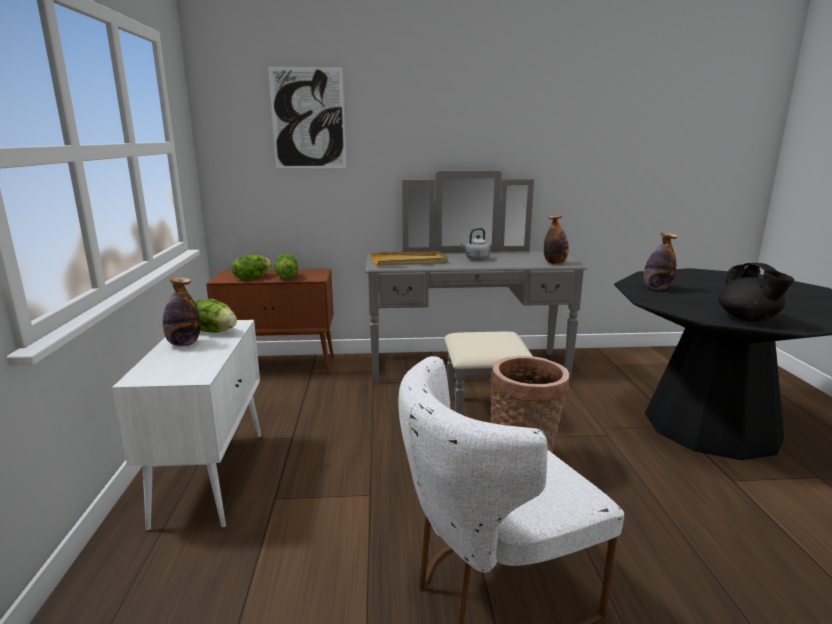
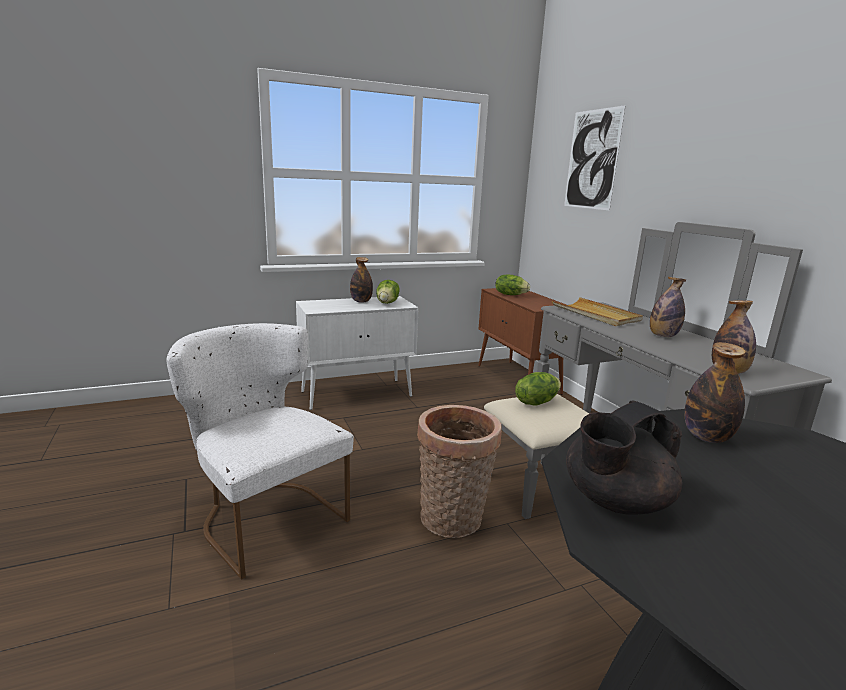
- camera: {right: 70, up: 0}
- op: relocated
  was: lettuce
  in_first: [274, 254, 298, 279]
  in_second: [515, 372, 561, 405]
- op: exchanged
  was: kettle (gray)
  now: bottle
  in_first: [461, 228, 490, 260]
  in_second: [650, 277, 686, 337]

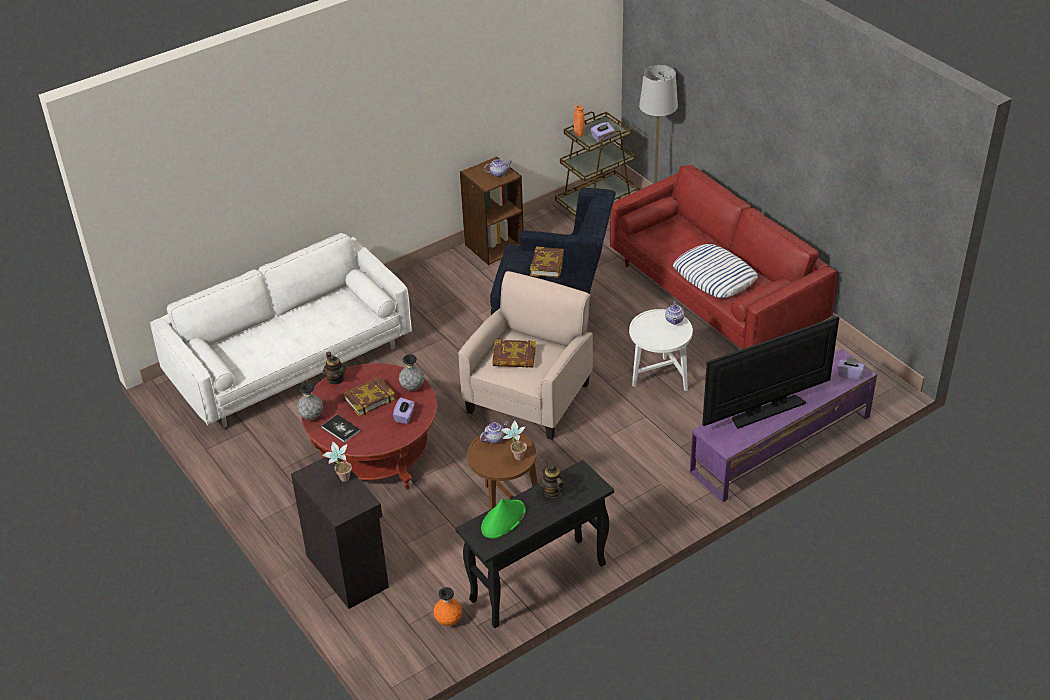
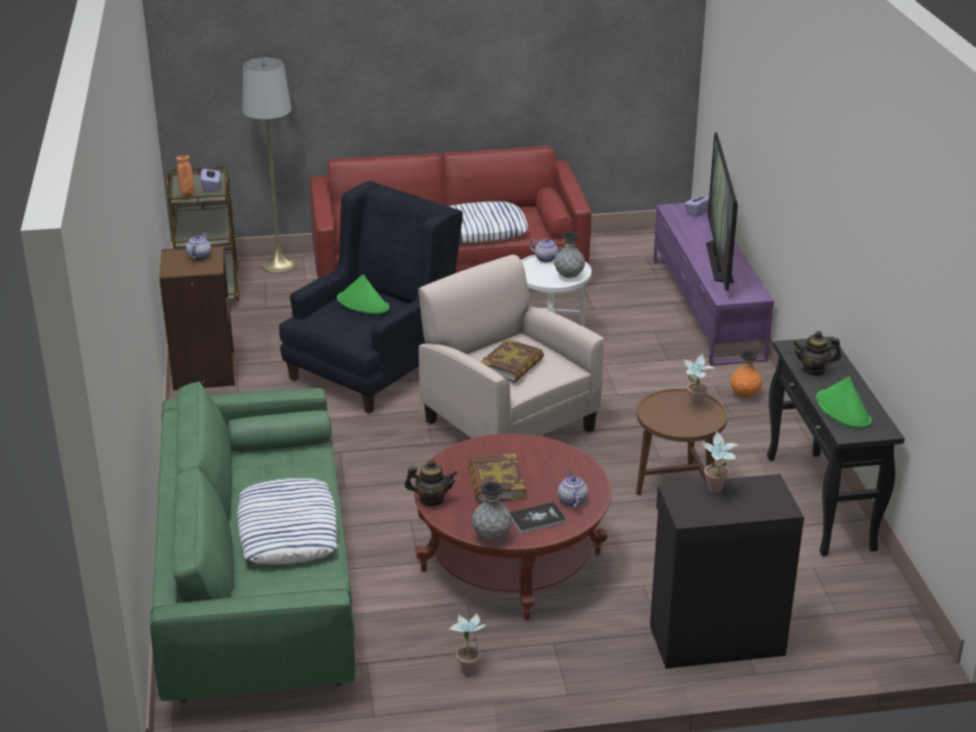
- camera: {right: -65, up: -10}
- op: colour
  was: couch (white-coloured)
  now: couch (green-coloured)
  in_first: [150, 233, 412, 427]
  in_second: [150, 381, 356, 703]
- op: appeared
  now: cushion
  in_second: [237, 478, 338, 565]
- op: exchanged
  was: volume
  now: wearable hat (green-coloured)
  in_first: [530, 246, 564, 278]
  in_second: [337, 274, 390, 314]
- op: appeared
  now: plant in a pot
  in_second: [449, 613, 487, 675]
- op: relocated
  was: vase (gray)
  in_first: [399, 354, 425, 391]
  in_second: [554, 231, 585, 278]
- op: relocated
  was: teapot
  in_first: [480, 421, 509, 444]
  in_second: [558, 470, 588, 508]
- op: relocated
  was: vase (orangey)
  in_first: [434, 587, 462, 626]
  in_second: [730, 351, 762, 398]
- op: missing
  was: tissue box (purple)
  in_first: [393, 398, 415, 424]

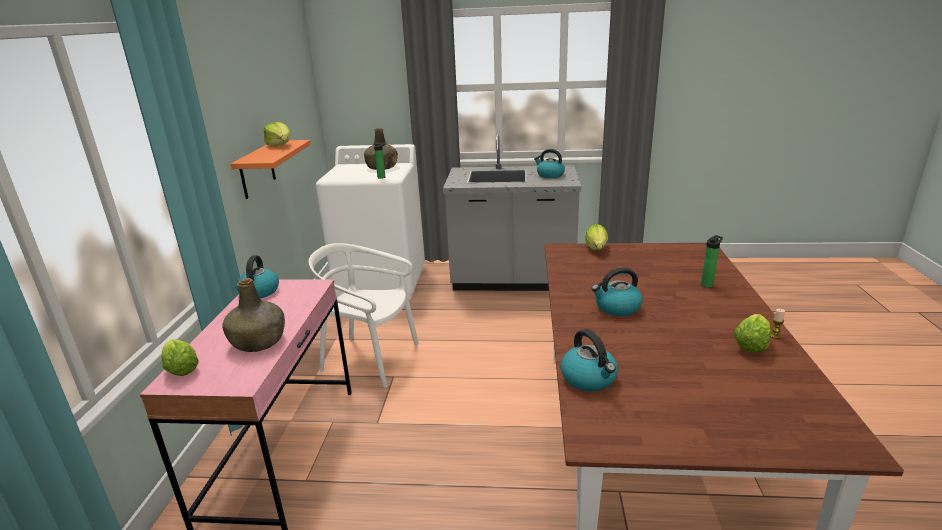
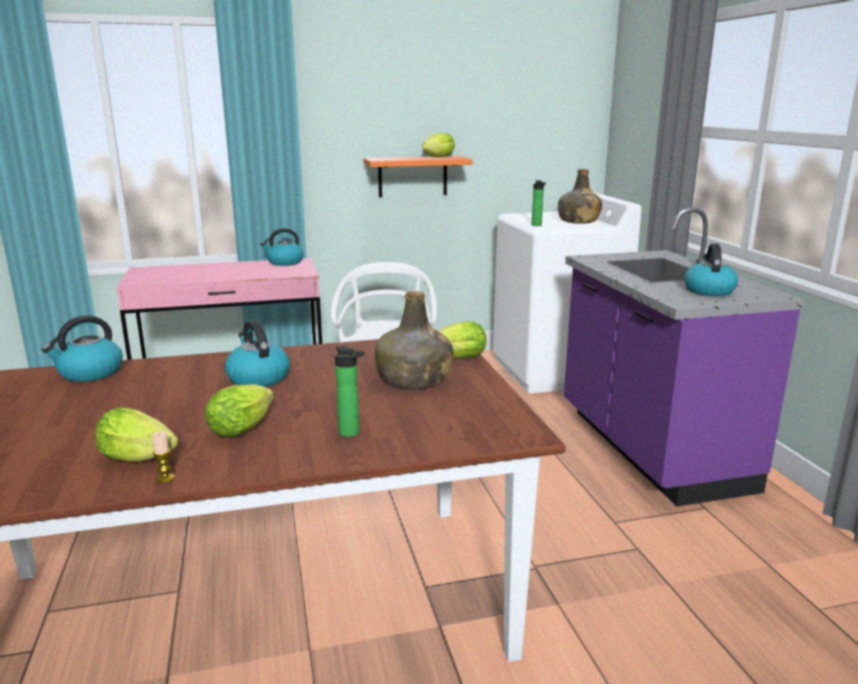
- camera: {right: 70, up: -5}
- op: relocated
  was: lettuce
  in_first: [161, 339, 199, 376]
  in_second: [205, 384, 274, 437]
- op: relocated
  was: bottle (green-coloured)
  in_first: [222, 278, 285, 352]
  in_second: [375, 291, 453, 390]
- op: colour
  was: kitchen base unit (gray)
  now: kitchen base unit (purple)
  in_first: [443, 135, 581, 291]
  in_second: [564, 208, 804, 506]

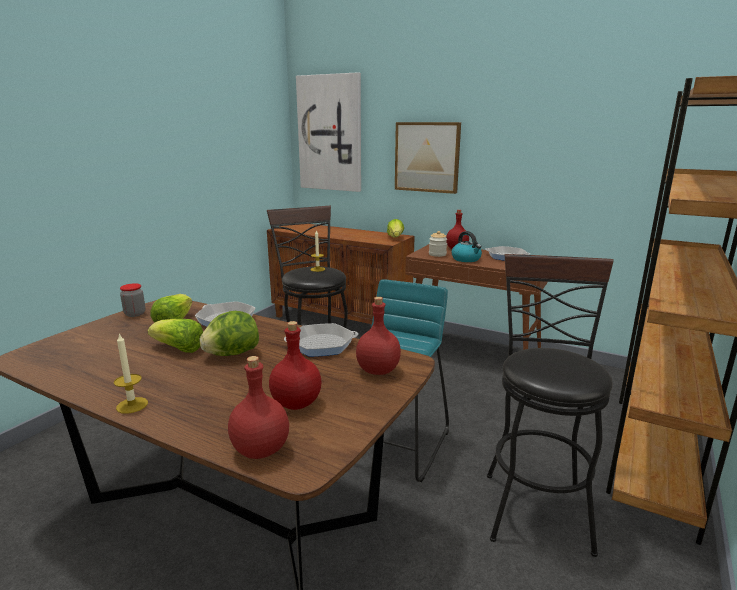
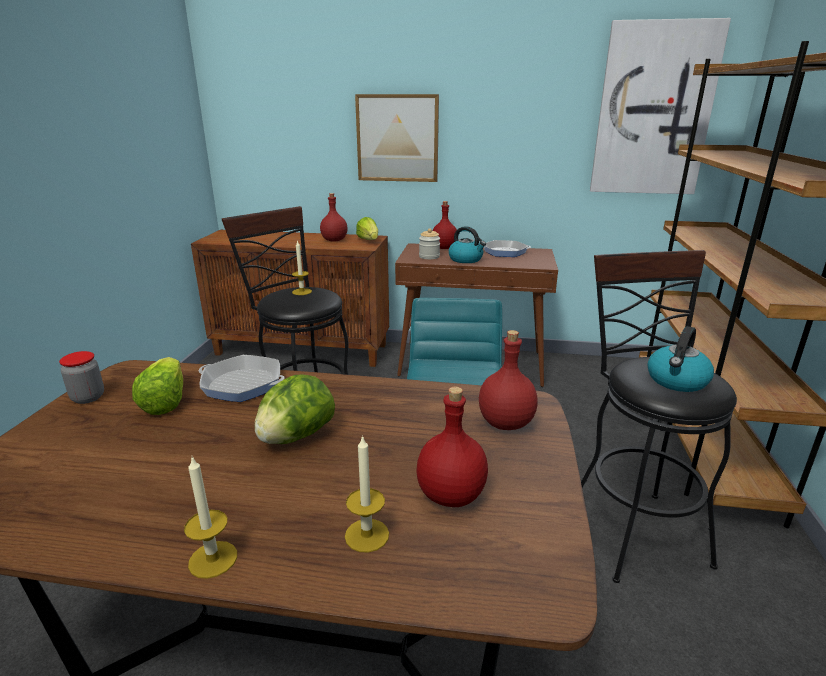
- camera: {right: -20, up: 5}
- op: relocated
  was: bottle (reddish)
  in_first: [228, 356, 289, 459]
  in_second: [320, 193, 347, 241]
- op: appeared
  now: wax candle
  in_second: [345, 435, 389, 553]
- op: relocated
  was: wall picture
  in_first: [296, 72, 361, 192]
  in_second: [590, 18, 731, 194]
- op: appeared
  now: kettle
  in_second: [647, 326, 714, 392]
- op: missing
  was: lettuce
  in_first: [148, 319, 203, 353]
- op: missing
  was: skillet
  in_first: [284, 323, 358, 357]

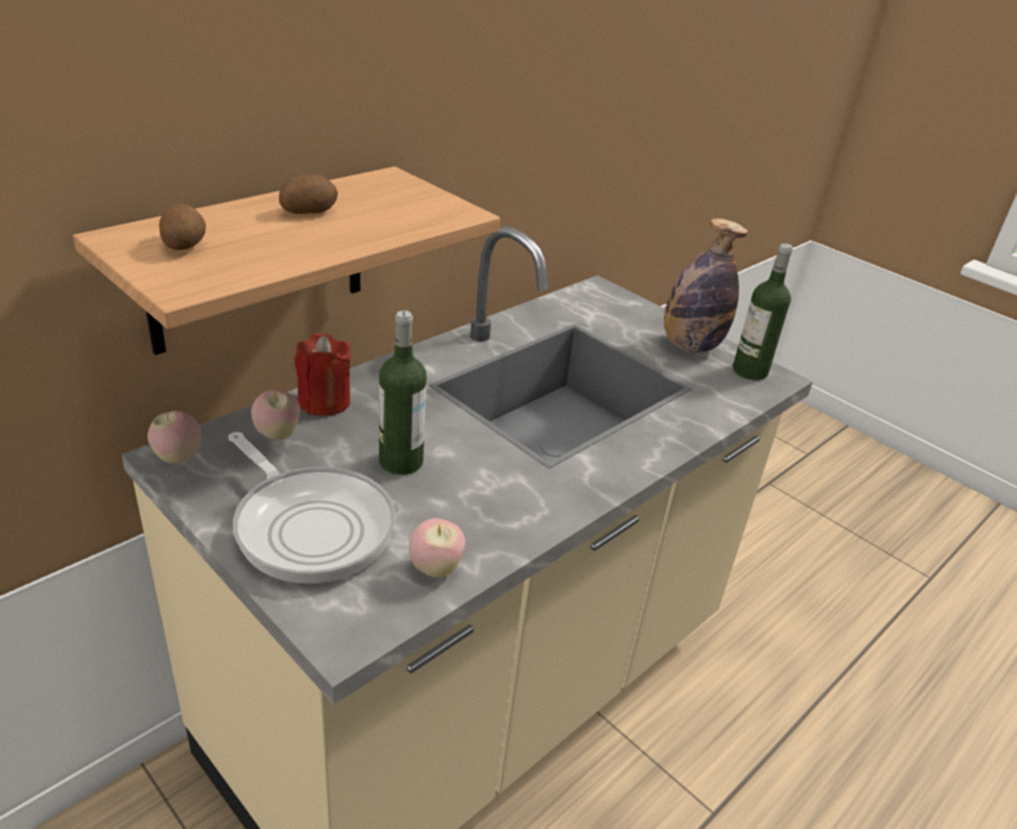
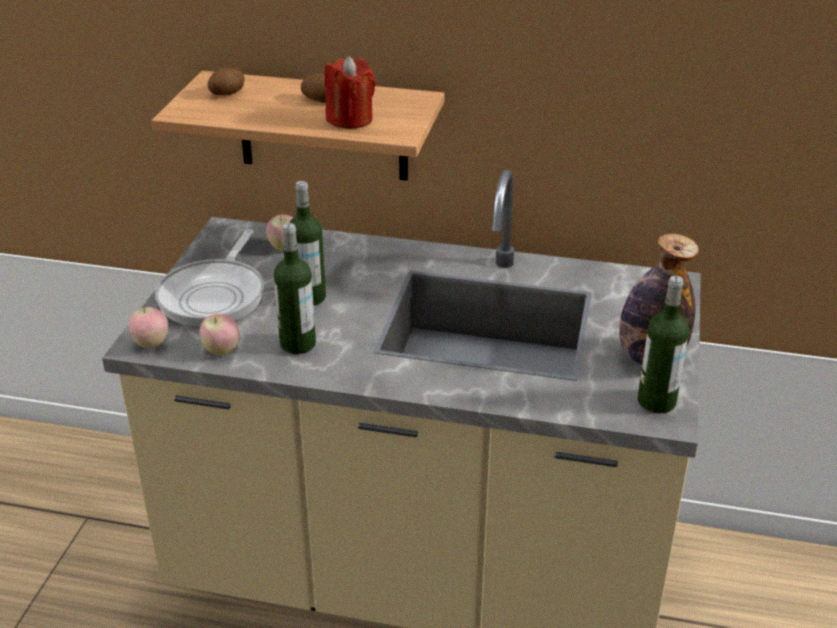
- camera: {right: 60, up: 0}
- op: relocated
  was: apple fruit
  in_first: [148, 411, 201, 463]
  in_second: [128, 306, 168, 348]
- op: appeared
  now: bottle
  in_second: [274, 223, 316, 354]
- op: relocated
  was: wax candle (reddish)
  in_first: [294, 333, 351, 416]
  in_second: [325, 56, 376, 129]

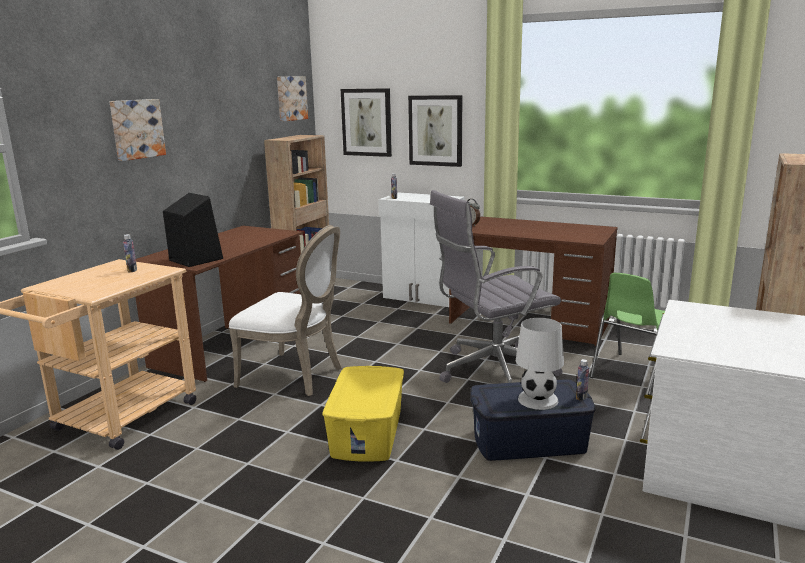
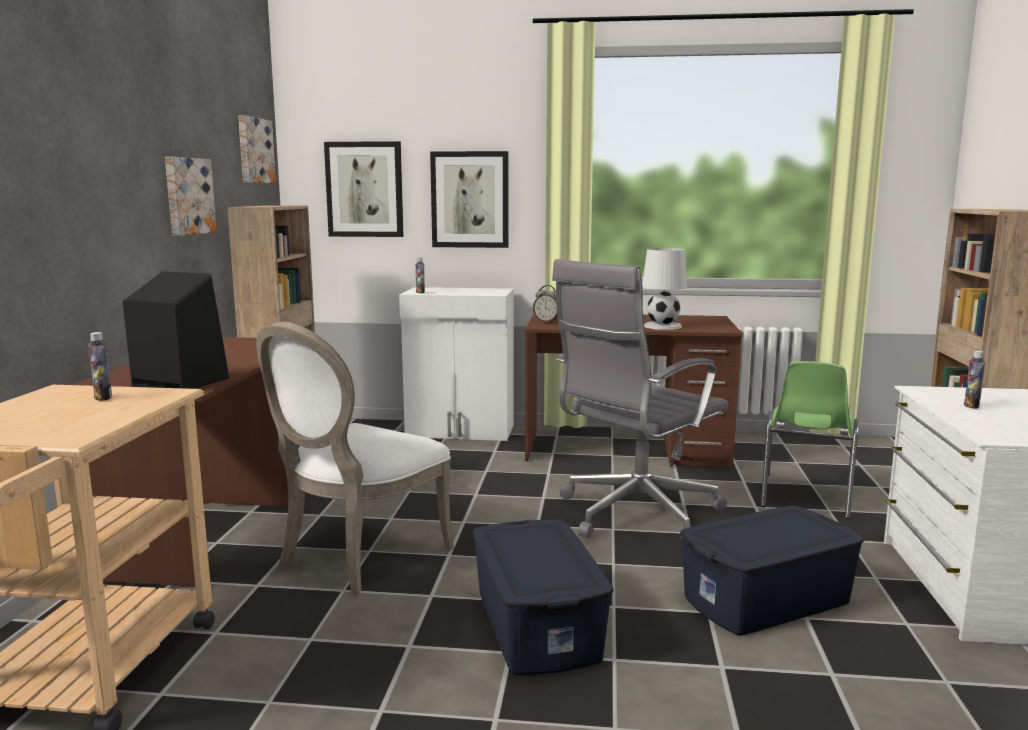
- camera: {right: -20, up: -5}
- op: relocated
  was: wall picture
  in_first: [109, 99, 166, 161]
  in_second: [165, 157, 217, 236]
- op: spun
  was: chair (white-coloured)
  in_first: [229, 225, 342, 396]
  in_second: [256, 322, 454, 596]
  clockwise: 120
- op: colour
  was: storage box (yellow)
  now: storage box (bluish)
  in_first: [322, 366, 404, 462]
  in_second: [472, 520, 614, 675]
- op: relocated
  was: lamp for a table (white-coloured)
  in_first: [516, 318, 564, 410]
  in_second: [642, 248, 687, 330]
- op: relocated
  was: bottle
  in_first: [576, 359, 589, 401]
  in_second: [964, 351, 985, 409]

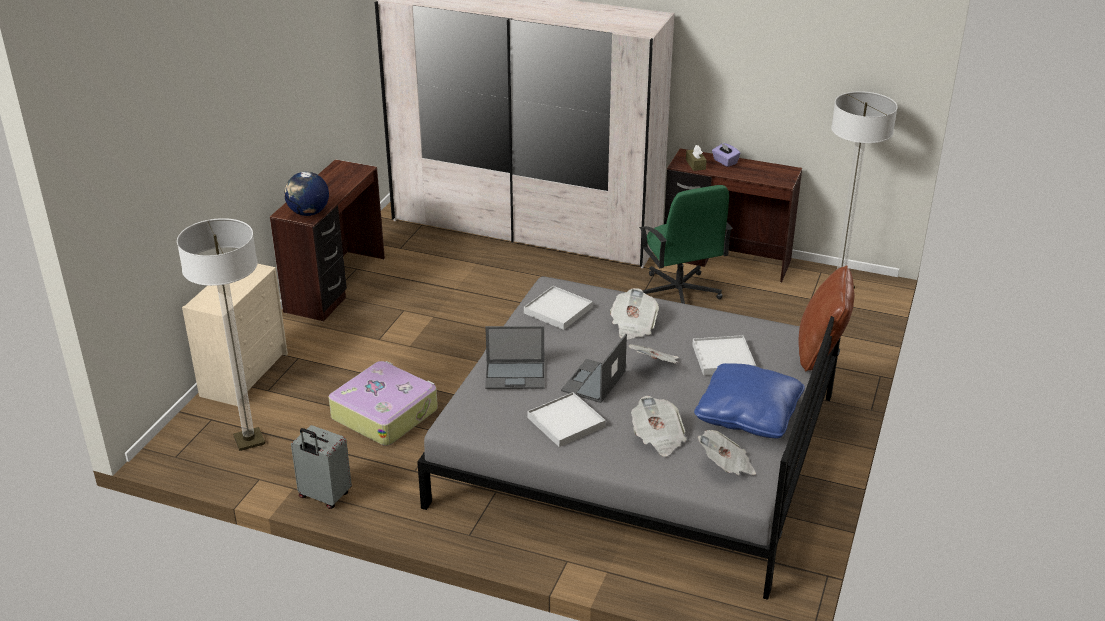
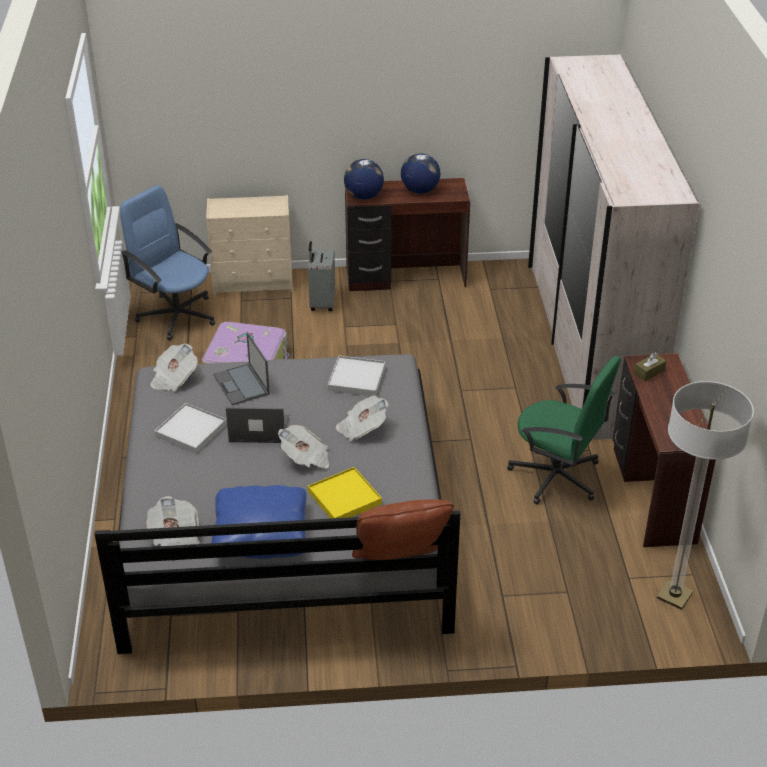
- camera: {right: 65, up: 5}
- op: exchanged
  was: floor lamp
  now: office chair (bluish)
  in_first: [177, 218, 265, 451]
  in_second: [120, 185, 215, 340]
- op: relocated
  was: printed paper
  in_first: [631, 396, 687, 457]
  in_second: [150, 344, 198, 391]
- op: relocated
  was: travel case (gray)
  in_first: [291, 425, 352, 509]
  in_second: [308, 241, 335, 311]
- op: colour
  was: tray (white-coloured)
  now: tray (yellow)
  in_first: [692, 335, 756, 375]
  in_second: [308, 467, 382, 519]
- op: appeared
  now: desk globe
  in_second: [401, 154, 440, 194]
- op: spun
  was: office chair (green-coloured)
  in_first: [639, 185, 733, 304]
  in_second: [507, 356, 621, 505]
  clockwise: -105
- op: missing
  was: tissue box (purple)
  in_first: [712, 142, 740, 167]

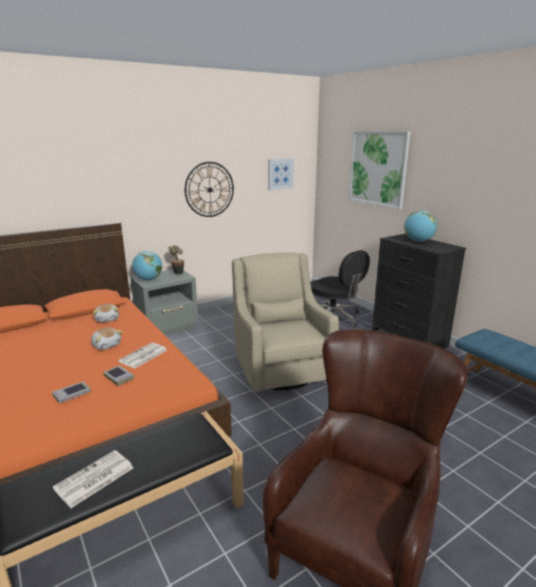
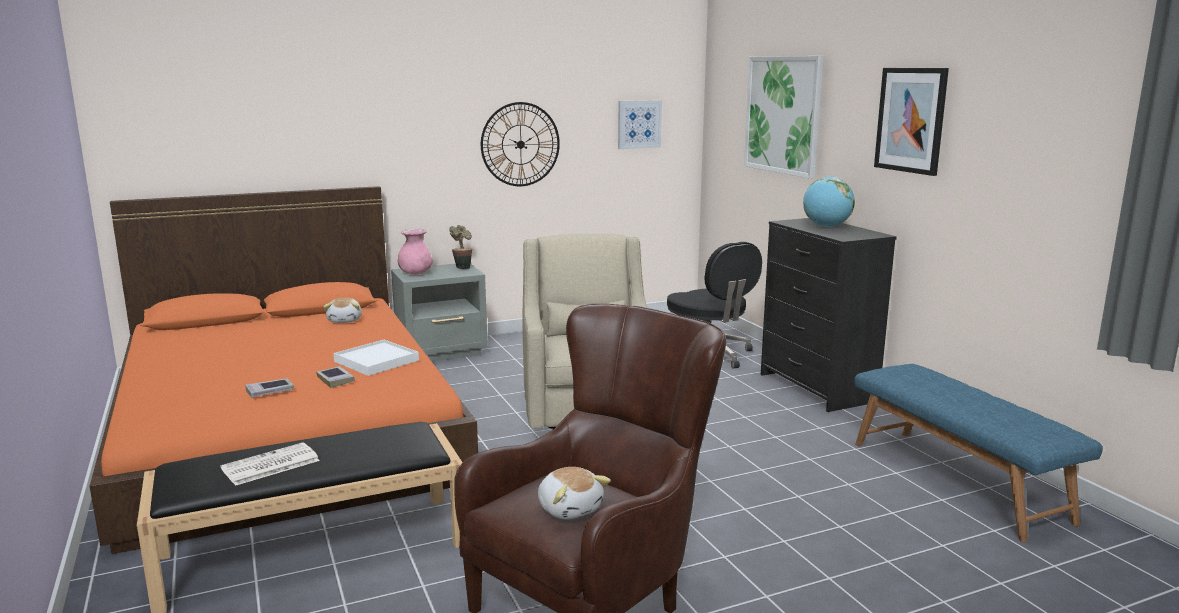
- camera: {right: 10, up: -5}
- op: exchanged
  was: printed paper
  now: tray (white-coloured)
  in_first: [118, 343, 167, 369]
  in_second: [334, 340, 419, 376]
- op: exchanged
  was: desk globe
  now: vase (pinkish)
  in_first: [132, 251, 162, 280]
  in_second: [398, 229, 432, 275]
- op: relocated
  was: cuddly toy
  in_first: [91, 328, 123, 350]
  in_second: [538, 467, 611, 520]
- op: appeared
  now: wall picture
  in_second: [874, 68, 949, 176]

